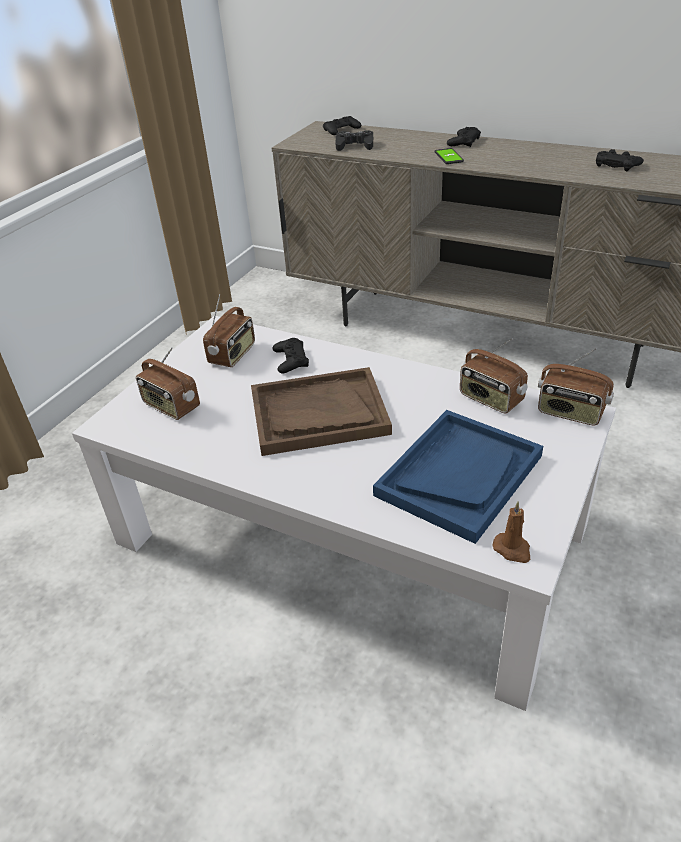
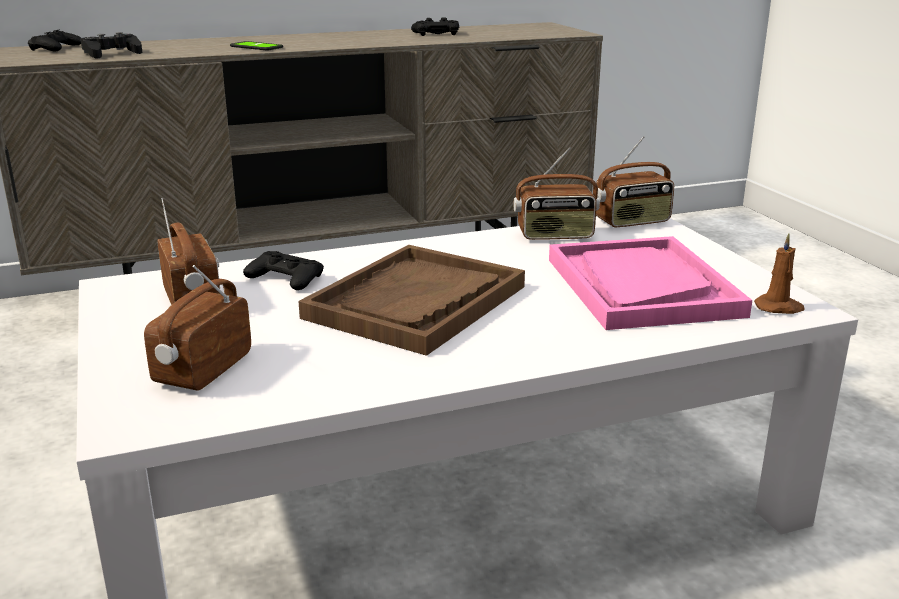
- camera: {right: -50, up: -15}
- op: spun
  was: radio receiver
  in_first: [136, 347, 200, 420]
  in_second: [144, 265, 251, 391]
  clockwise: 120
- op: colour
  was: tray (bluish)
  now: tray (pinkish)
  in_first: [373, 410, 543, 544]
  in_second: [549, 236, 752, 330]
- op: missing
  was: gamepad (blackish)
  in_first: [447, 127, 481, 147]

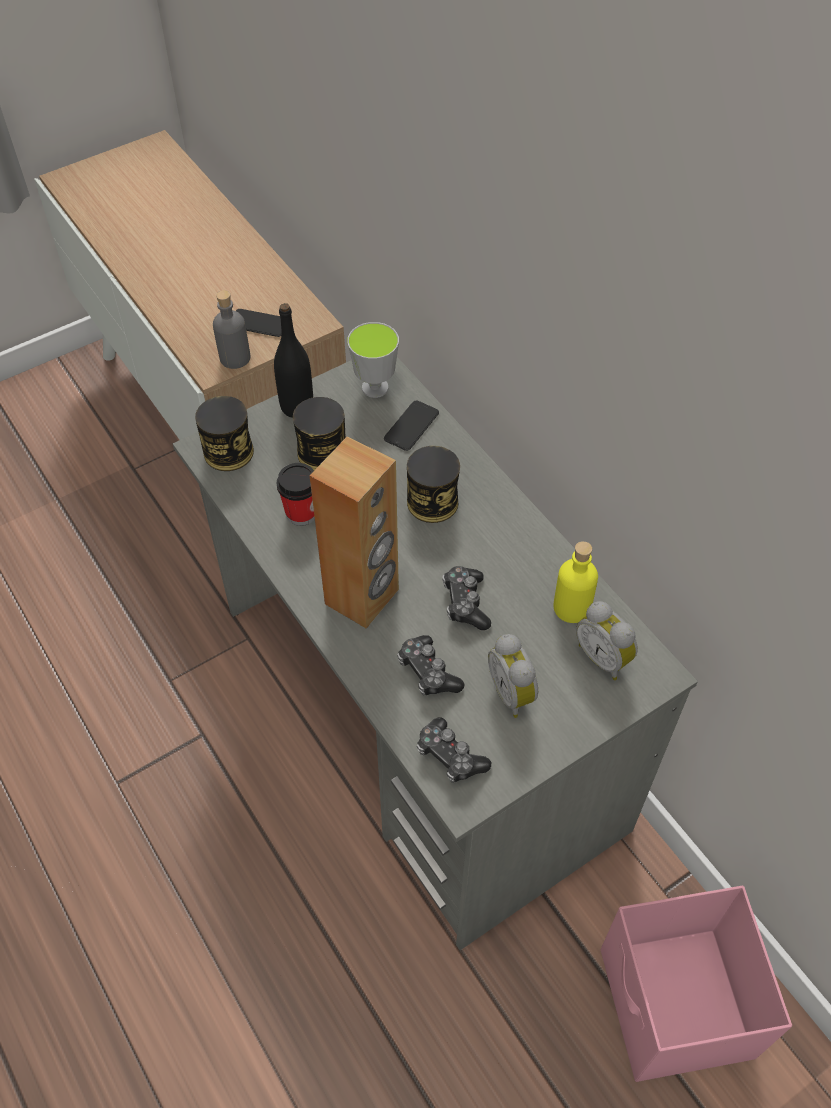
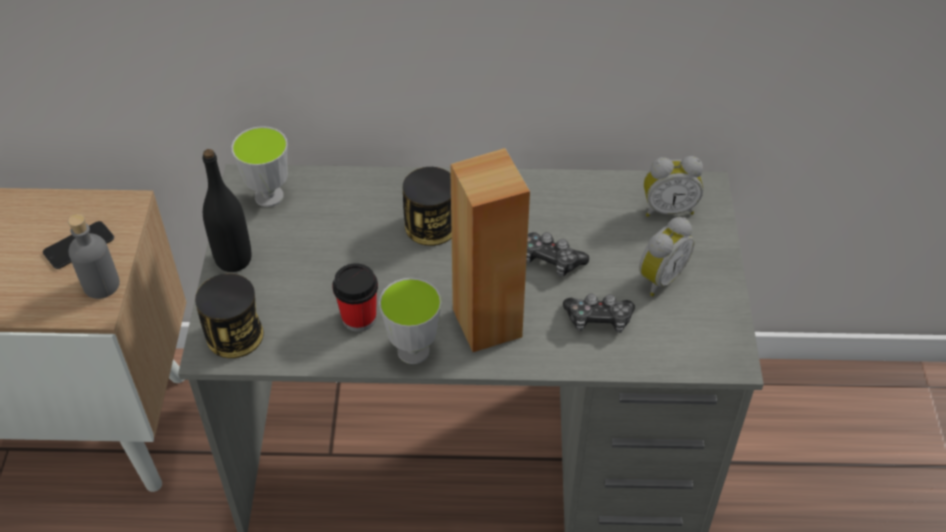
- camera: {right: -55, up: -5}
- op: appeared
  now: cup
  in_second: [379, 278, 442, 364]
- op: spun
  was: table clock
  in_first: [488, 634, 538, 718]
  in_second: [639, 217, 694, 296]
  clockwise: -60
- op: missing
  was: sealed can
  in_first: [293, 397, 346, 470]
- op: missing
  was: handset
  in_first: [384, 400, 439, 451]
- op: missing
  was: gamepad
  in_first: [417, 717, 491, 783]
- op: missing
  was: bottle (yellow)
  in_first: [553, 541, 598, 623]
- op: missing
  was: storage box (pinkish)
  in_first: [601, 885, 792, 1082]

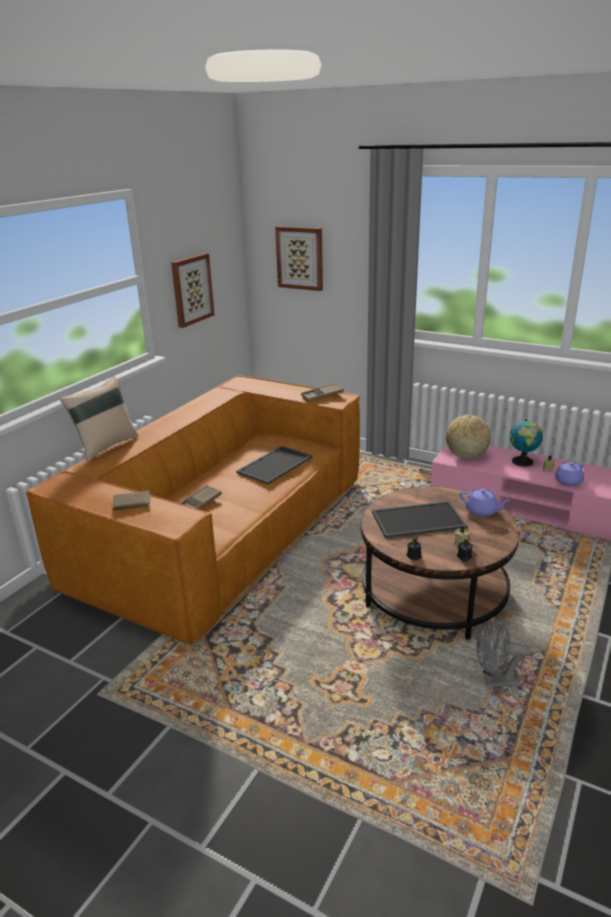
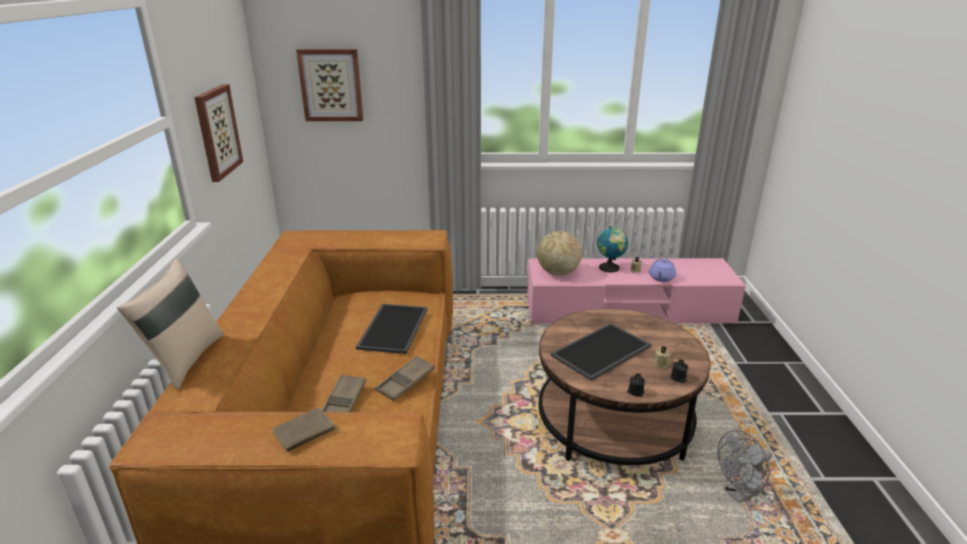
- camera: {right: -30, up: 0}
- op: relocated
  was: tray (brownish)
  in_first: [301, 383, 344, 401]
  in_second: [375, 356, 435, 401]
- op: missing
  was: teapot (purple)
  in_first: [459, 489, 511, 517]

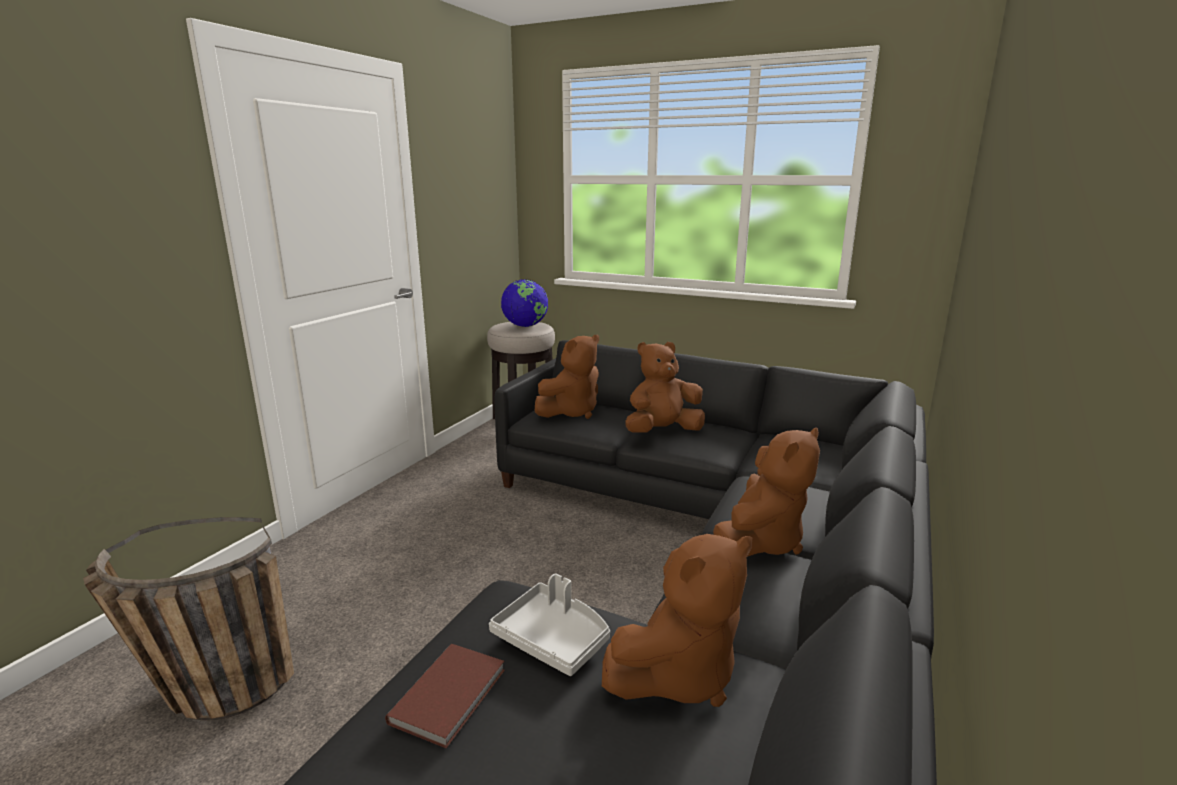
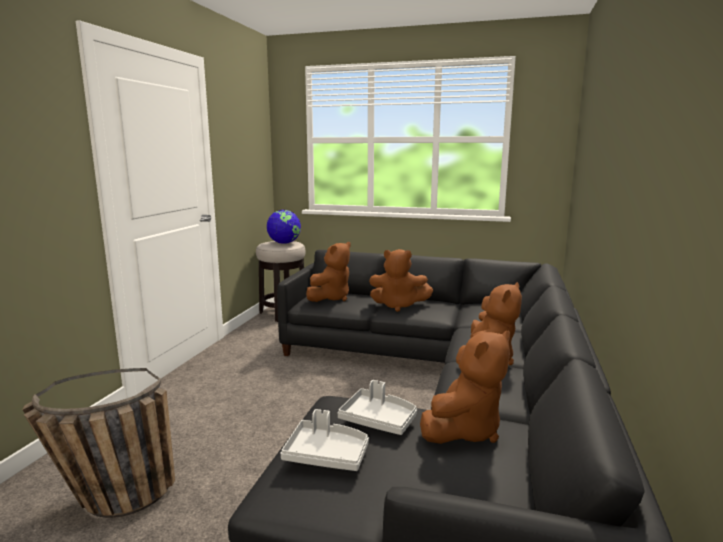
- camera: {right: -10, up: -5}
- op: exchanged
  was: volume (brownish)
  now: tray (gray)
  in_first: [385, 644, 505, 748]
  in_second: [281, 409, 369, 471]
- op: spun
  was: cuddly toy (brownish)
  in_first: [625, 342, 705, 433]
  in_second: [369, 249, 433, 312]
  clockwise: -135

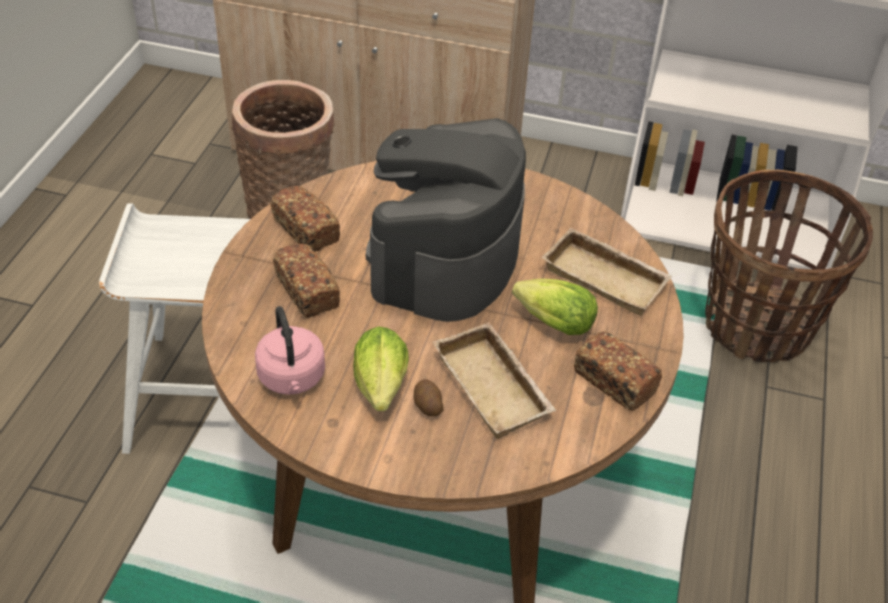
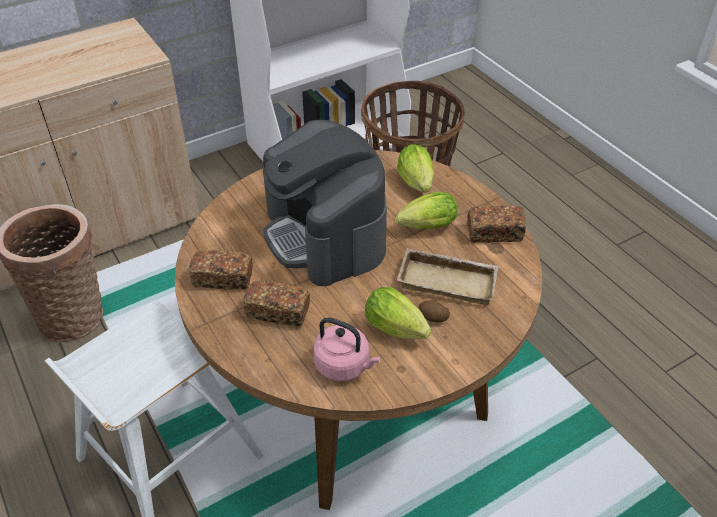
- camera: {right: -45, up: 0}
- op: exchanged
  was: tray (beige-coloured)
  now: lettuce
  in_first: [541, 228, 673, 316]
  in_second: [397, 144, 434, 193]

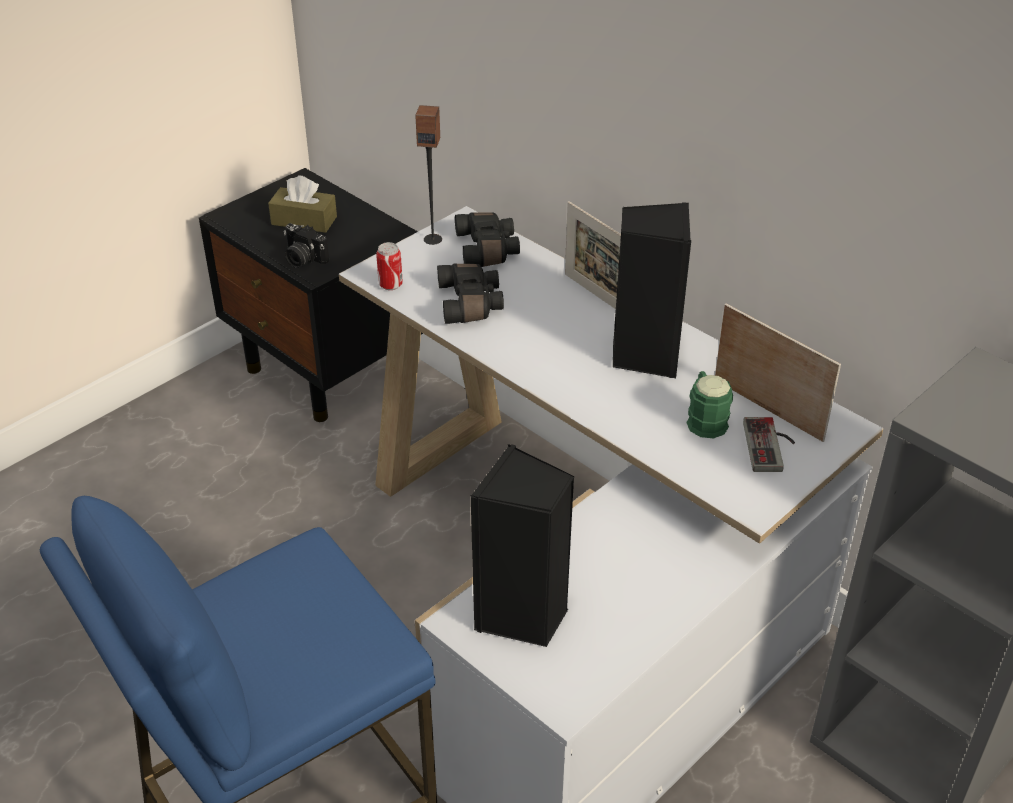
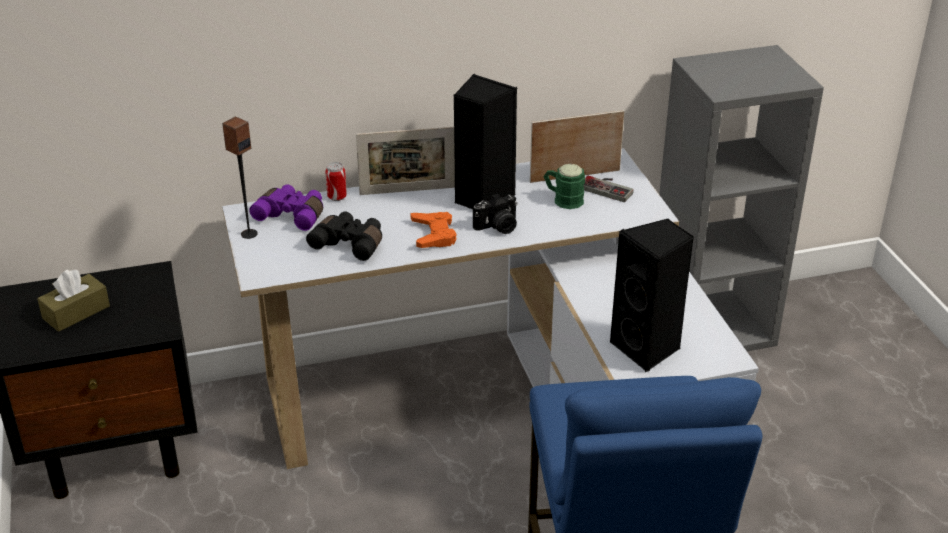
- camera: {right: -60, up: -5}
- op: colour
  was: binoculars (blackish)
  now: binoculars (purple)
  in_first: [455, 213, 520, 267]
  in_second: [249, 184, 323, 231]
- op: relocated
  was: sealed can
  in_first: [376, 242, 403, 290]
  in_second: [325, 162, 347, 201]
- op: appeared
  now: gamepad (orangey)
  in_second: [411, 212, 457, 248]
- op: relocated
  was: photo camera
  in_first: [284, 223, 329, 268]
  in_second: [473, 194, 517, 234]

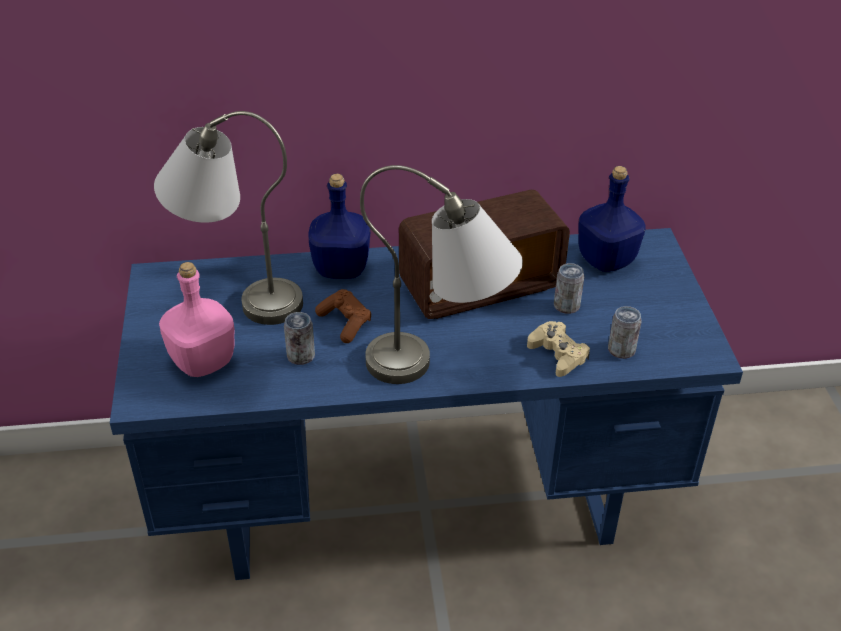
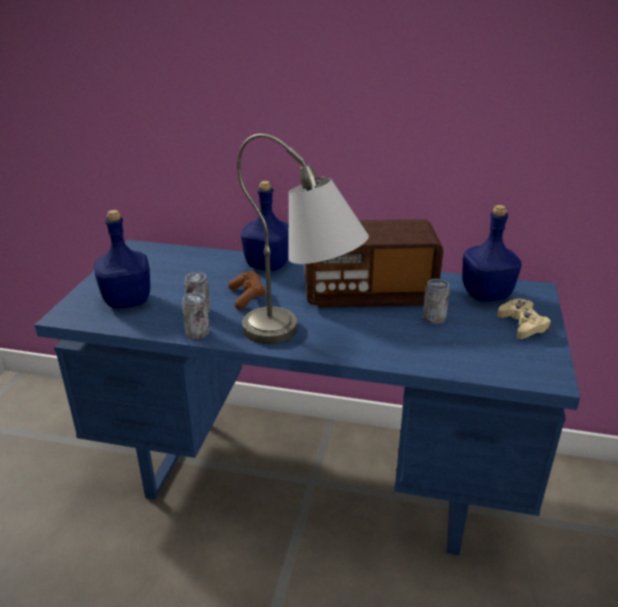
- camera: {right: 20, up: -10}
- op: colour
  was: bottle (pinkish)
  now: bottle (bluish)
  in_first: [159, 262, 234, 377]
  in_second: [94, 210, 150, 309]
- op: relocated
  was: sealed can
  in_first: [608, 306, 641, 359]
  in_second: [182, 292, 210, 340]
- op: relocated
  was: gamepad (beige-coloured)
  in_first: [527, 321, 590, 377]
  in_second: [497, 299, 551, 339]
- op: missing
  was: lamp for a table (gray)
  in_first: [154, 111, 303, 325]

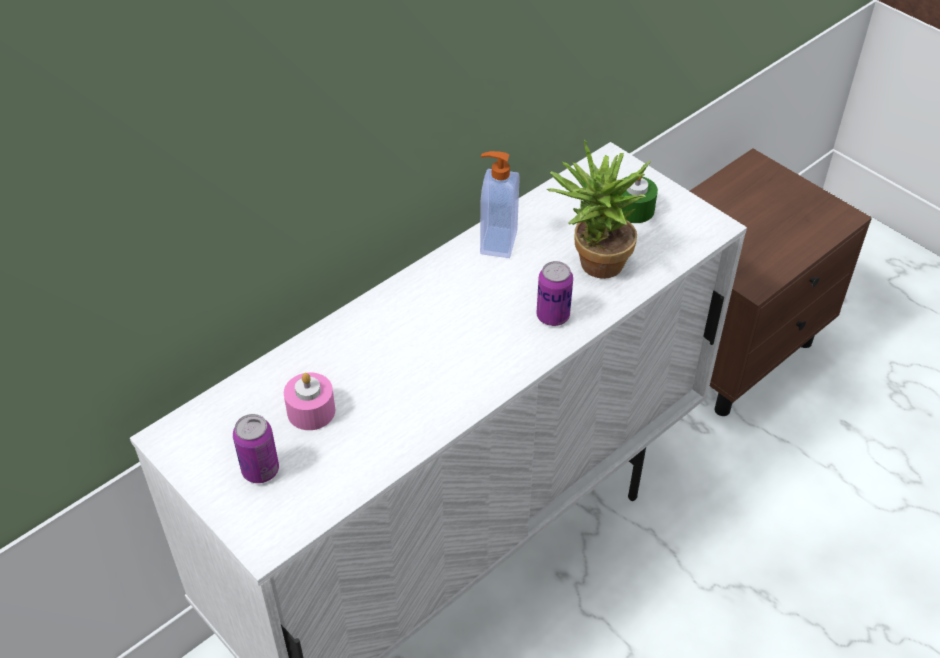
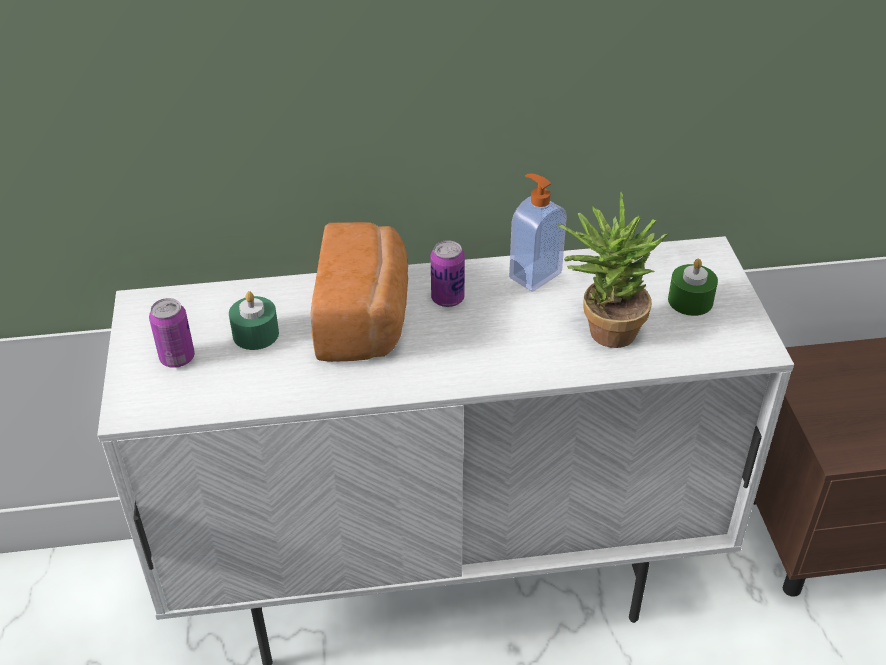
- camera: {right: 35, up: -5}
- op: colour
  was: wax candle (pinkish)
  now: wax candle (green-coloured)
  in_first: [284, 373, 335, 430]
  in_second: [229, 291, 279, 350]
- op: appeared
  now: bread
  in_second: [311, 222, 408, 362]
- op: relocated
  was: sealed can
  in_first: [536, 261, 573, 326]
  in_second: [431, 240, 465, 307]

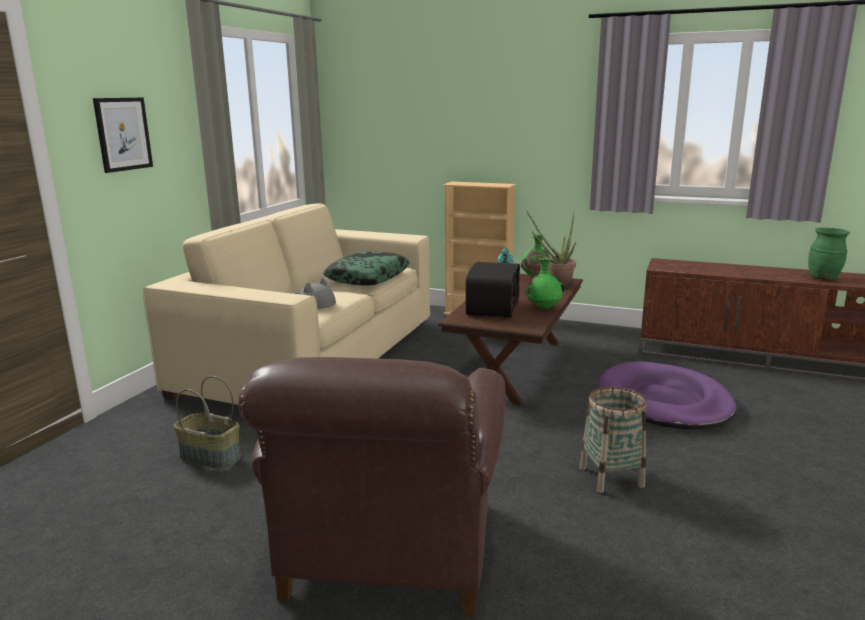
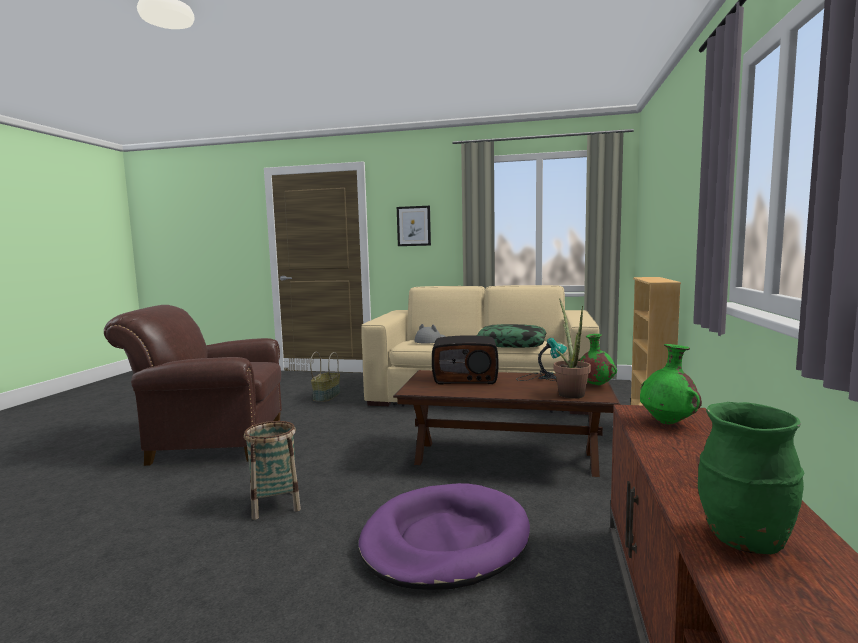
- camera: {right: 80, up: -10}
- op: relocated
  was: vase (green-coloured)
  in_first: [525, 258, 565, 309]
  in_second: [640, 344, 702, 425]

